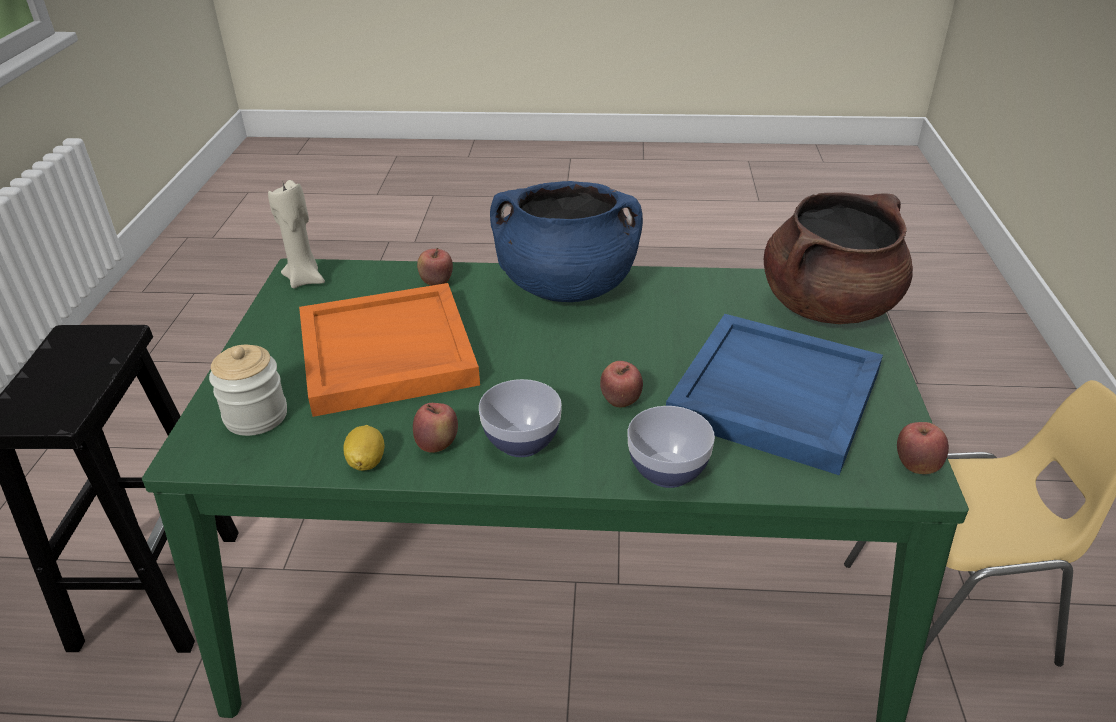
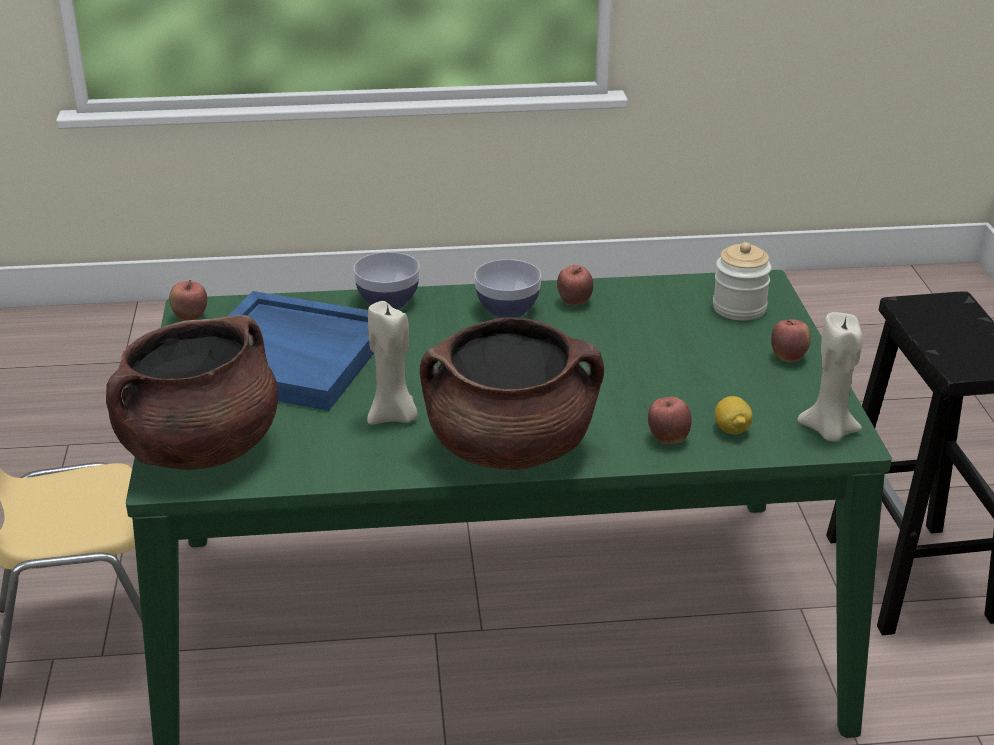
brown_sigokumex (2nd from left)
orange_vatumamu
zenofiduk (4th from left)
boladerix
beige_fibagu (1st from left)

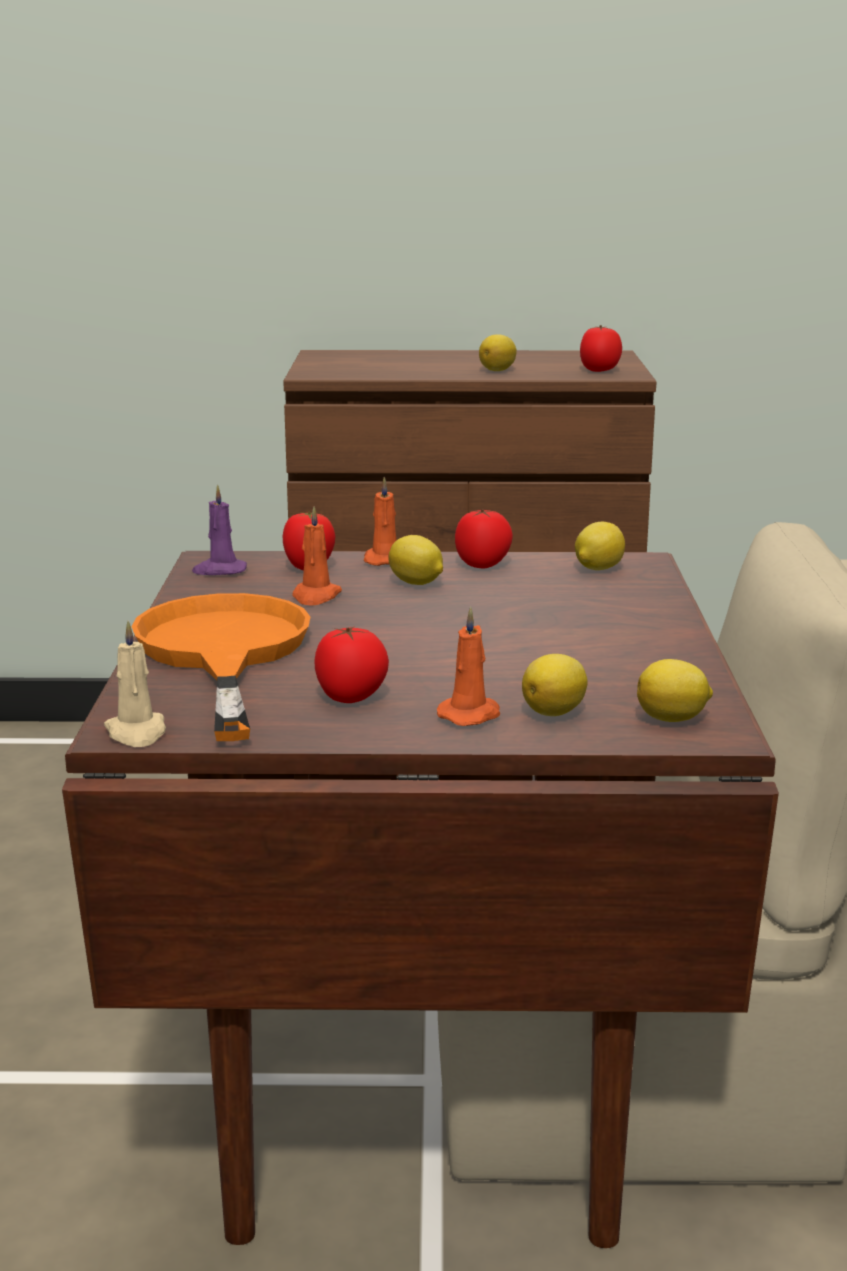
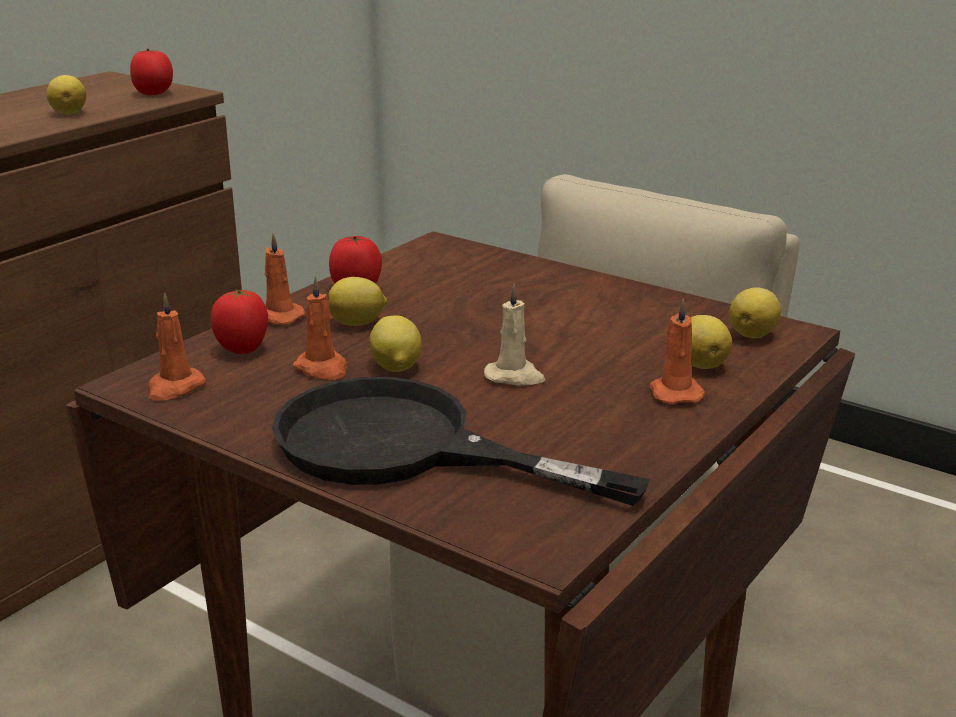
orange_fibagu (1st from left)
boladerix (3rd from left)
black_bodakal
beige_fibagu
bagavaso (2nd from left in the first image)

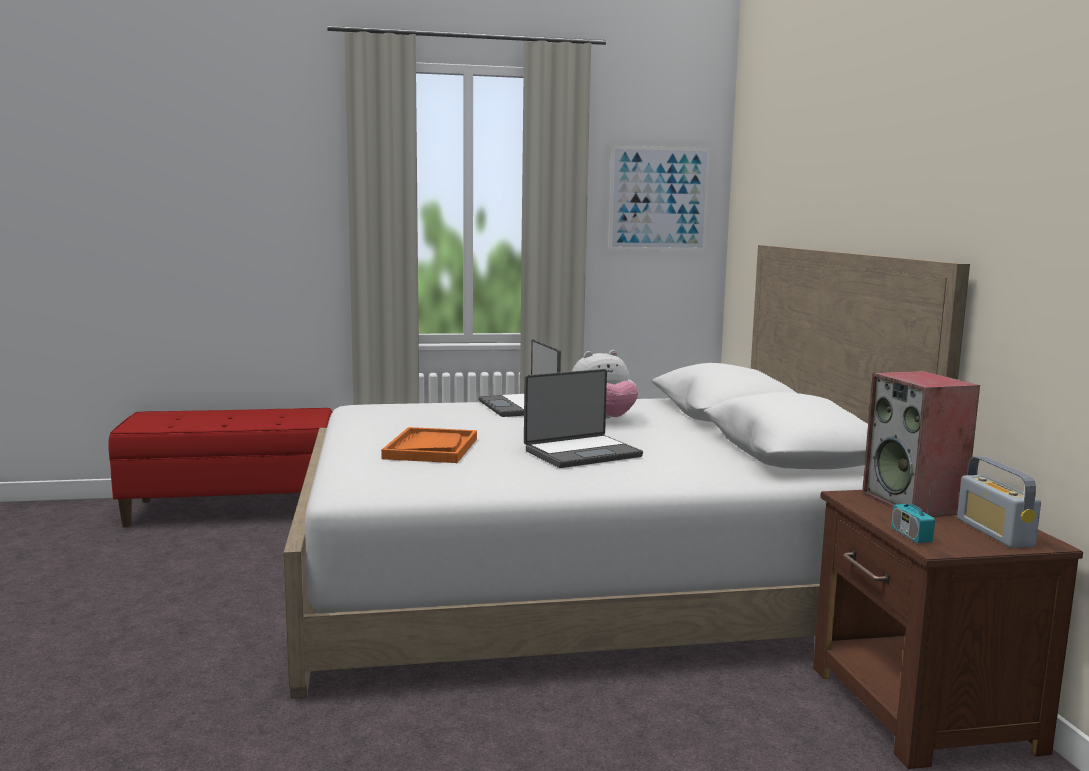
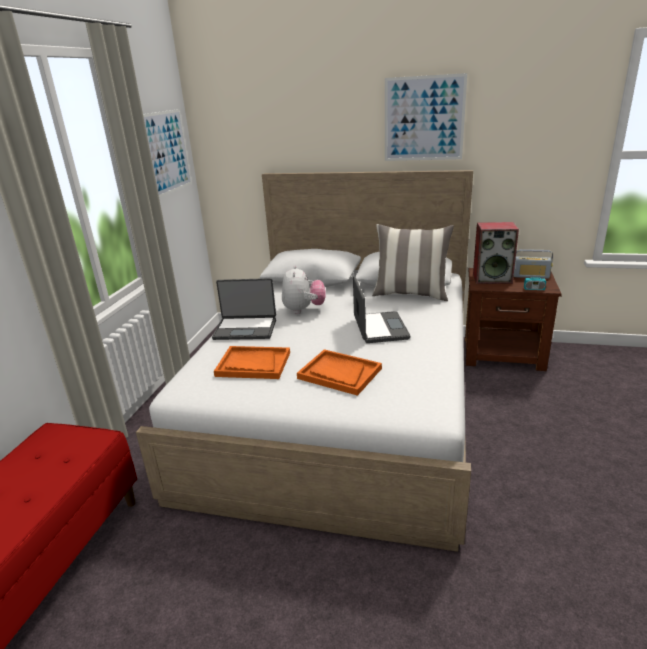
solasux (2nd from left)
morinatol
orange_vatumamu (1st from left)

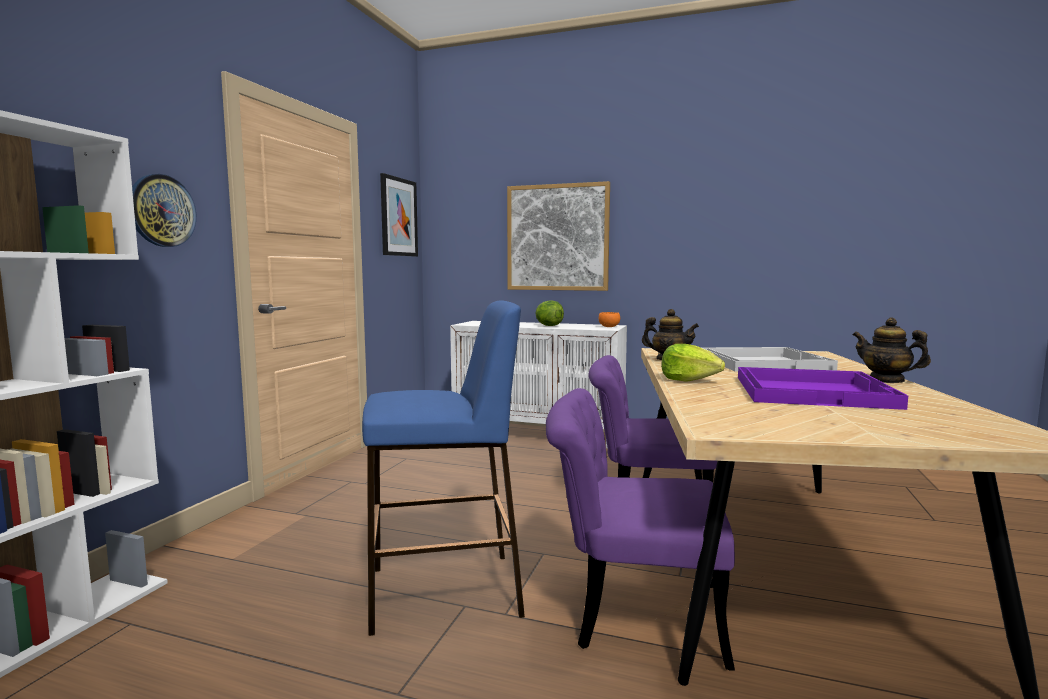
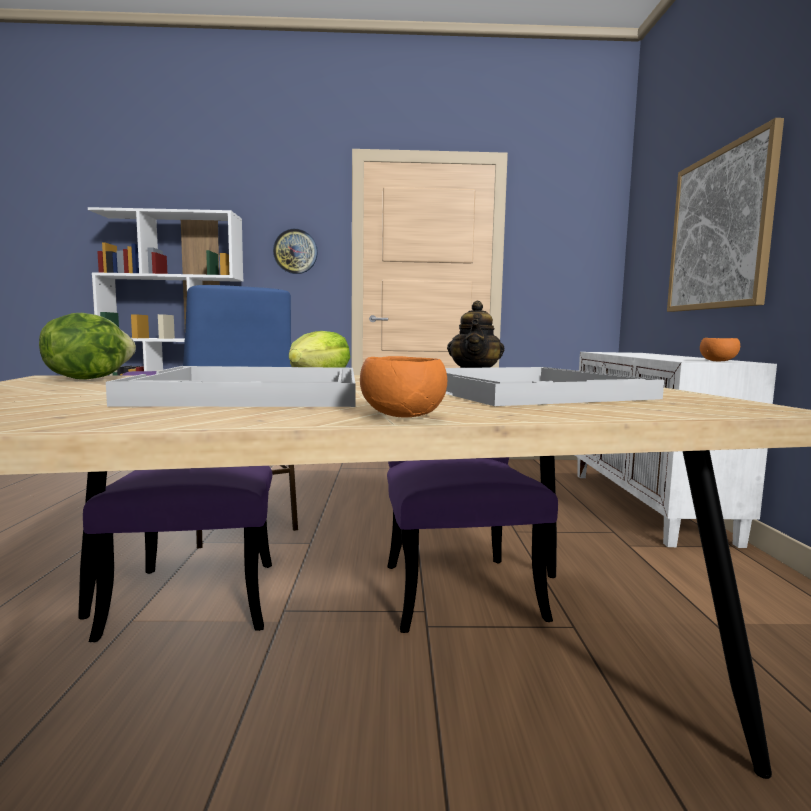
solasux (1st from left in the first image)
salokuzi (1st from left)
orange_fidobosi (1st from left)
white_vatumamu (1st from left)

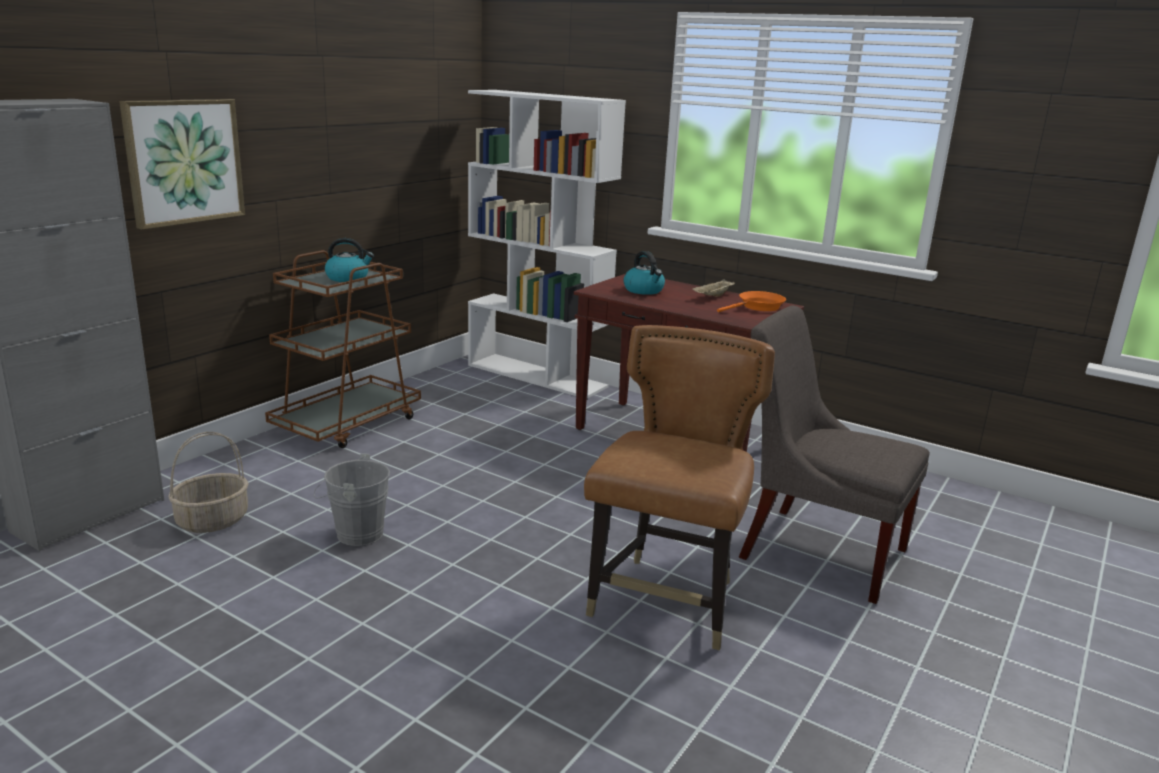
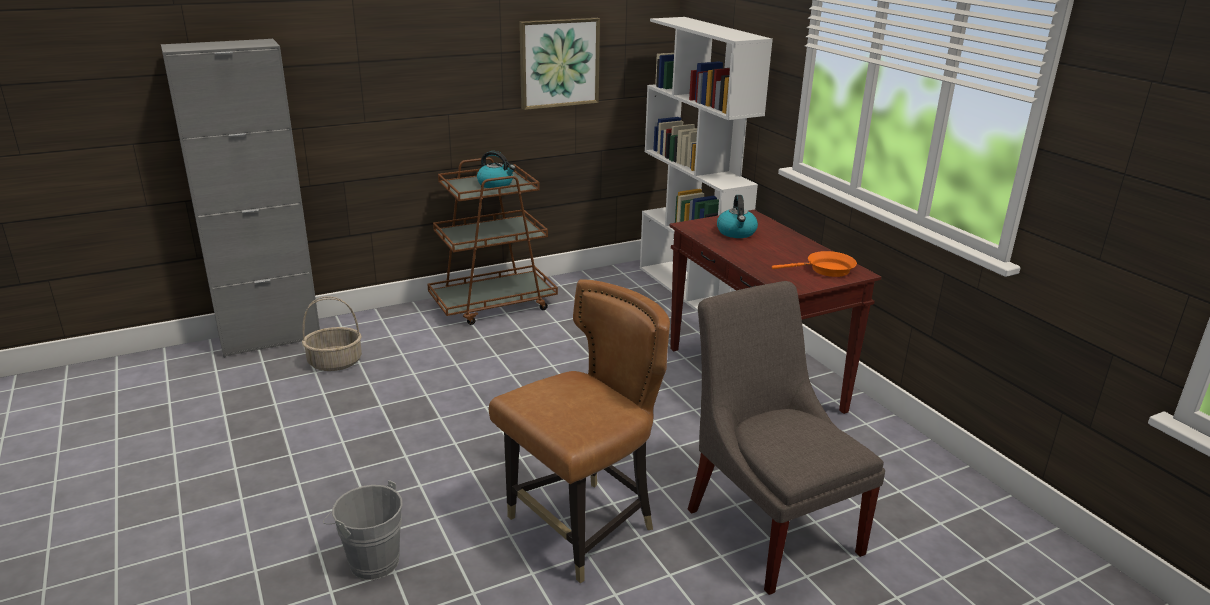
solasux
beige_vatumamu
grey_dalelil

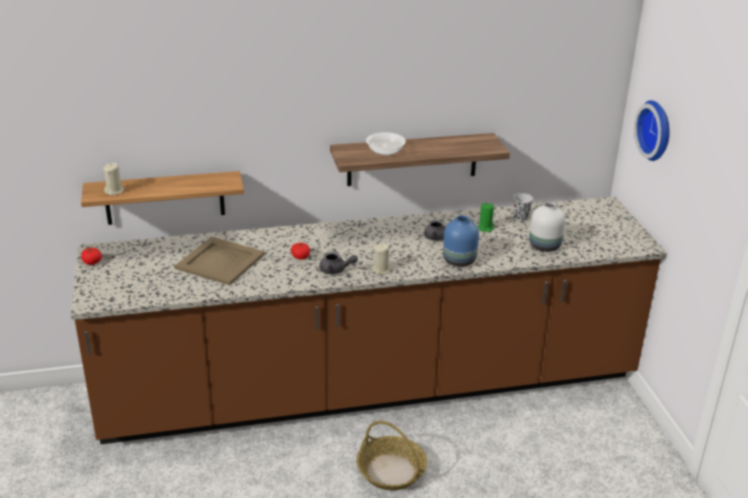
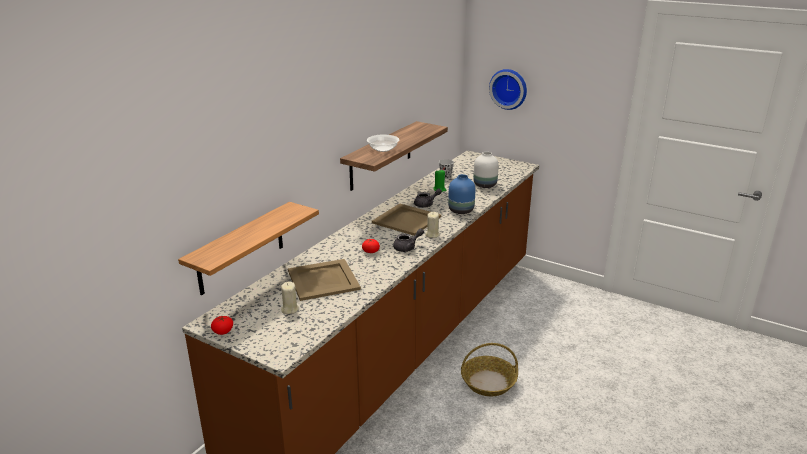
beige_fibagu (1st from left)
beige_vatumamu (2nd from left)

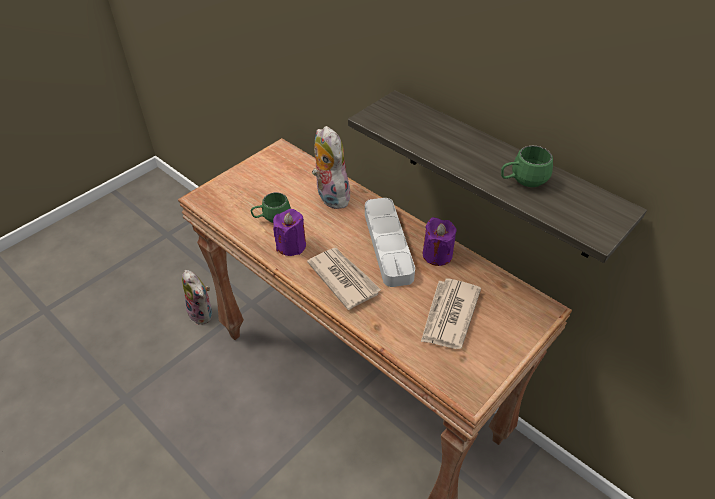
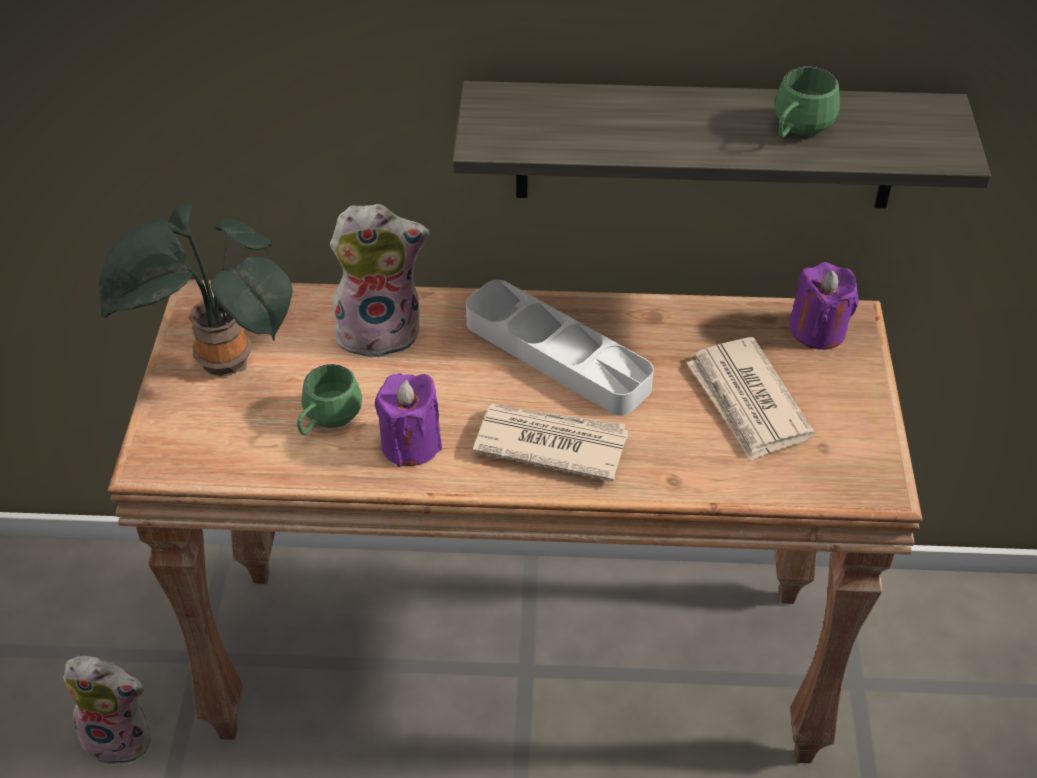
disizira (2nd from left)
purple_fibagu (2nd from left)
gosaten

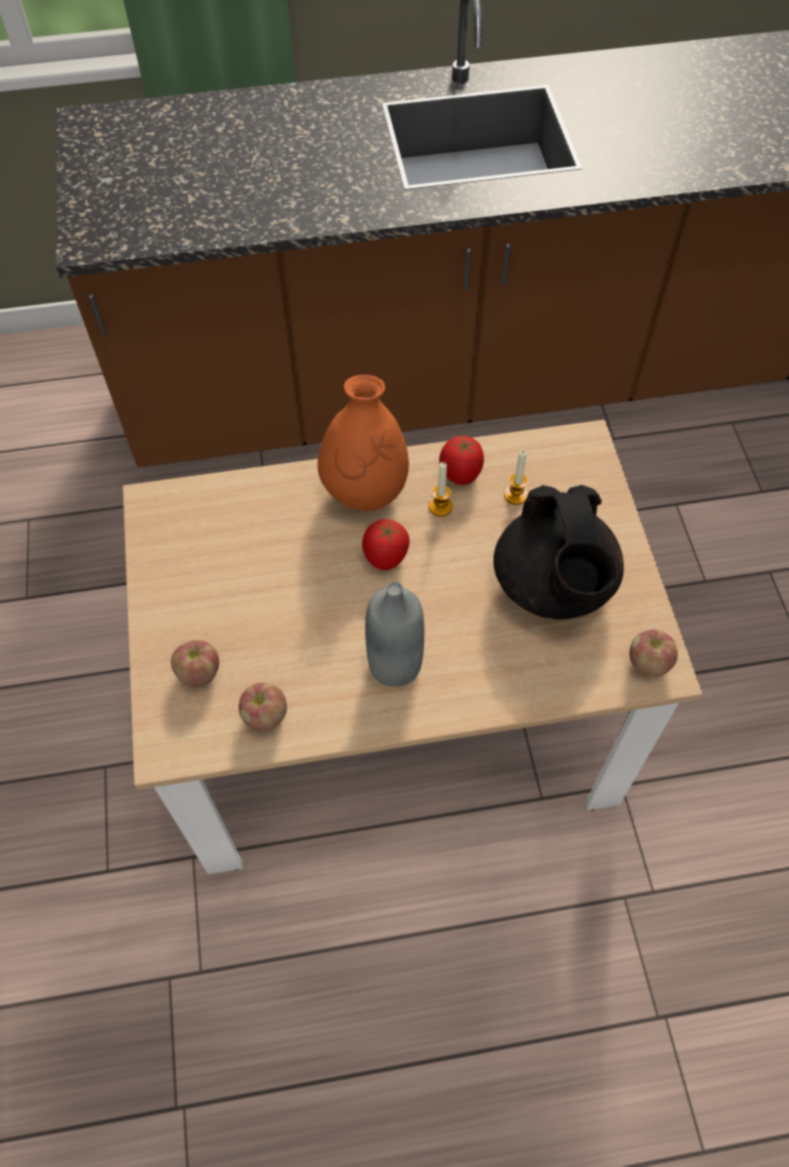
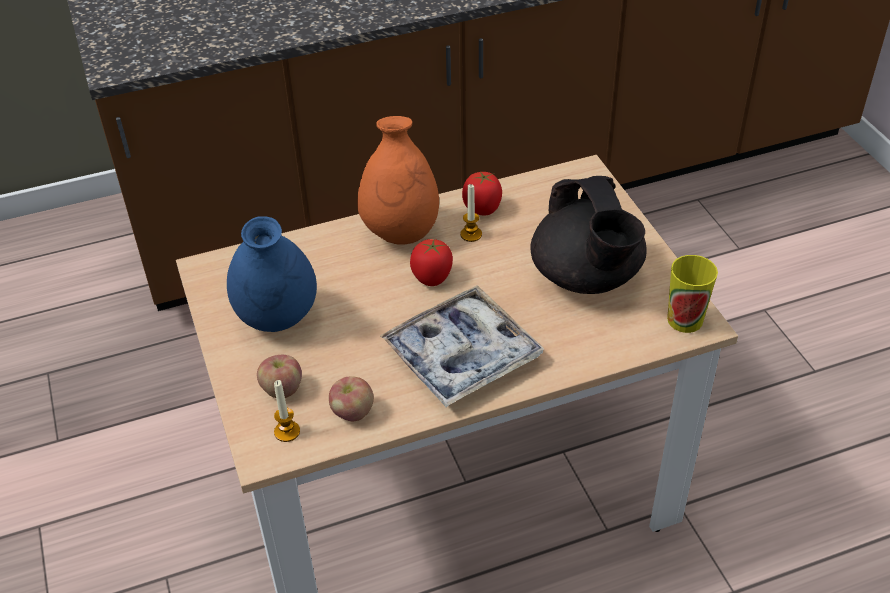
fibagu (1st from left)
vatumamu
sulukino
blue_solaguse

